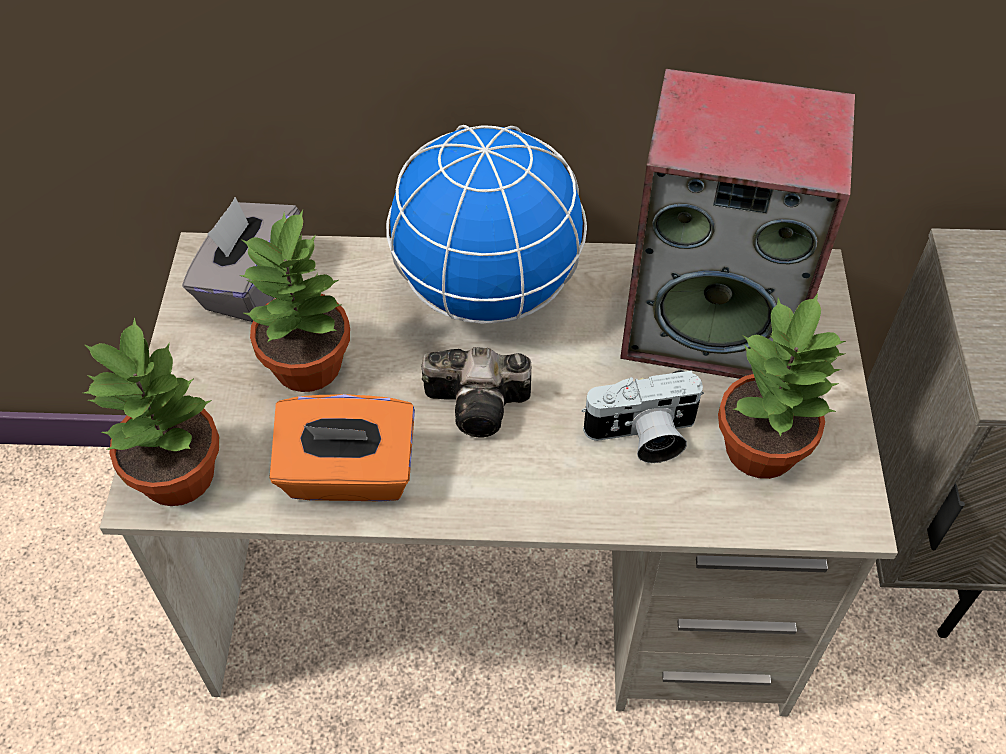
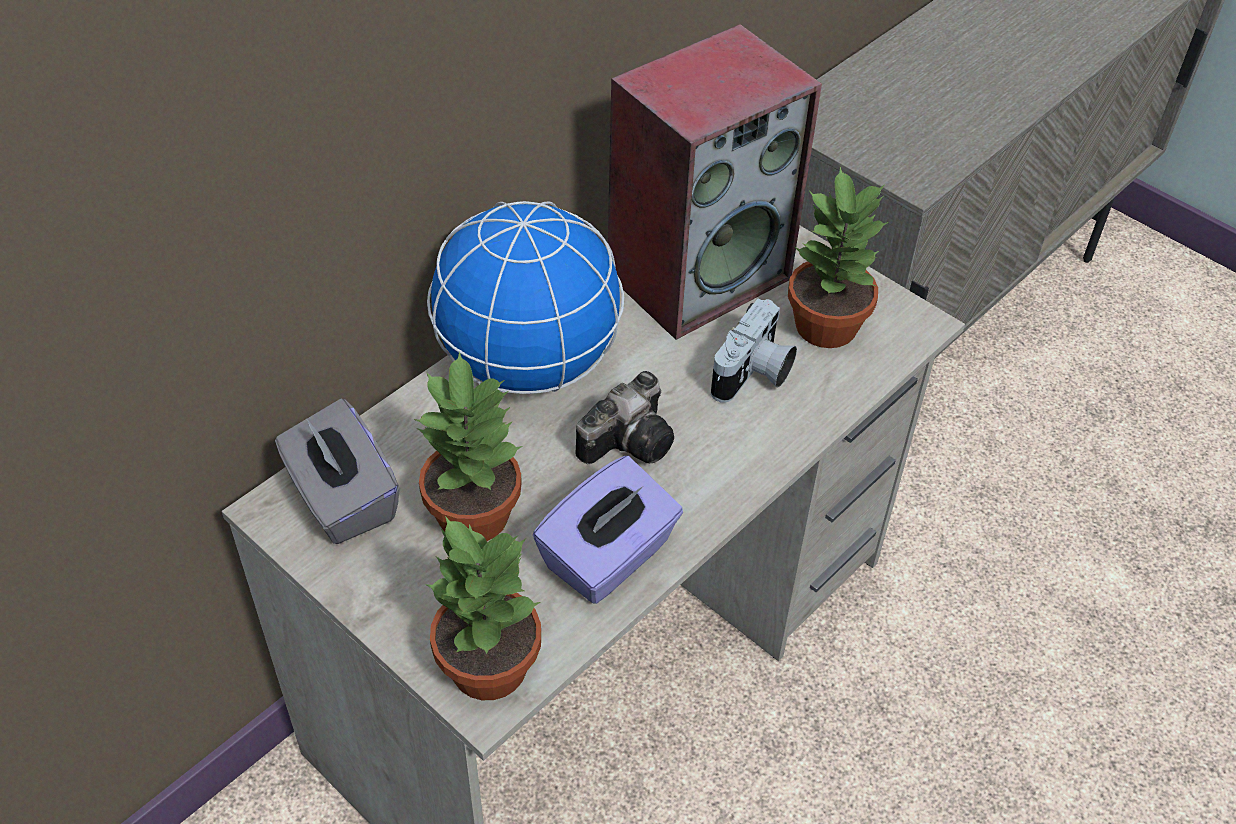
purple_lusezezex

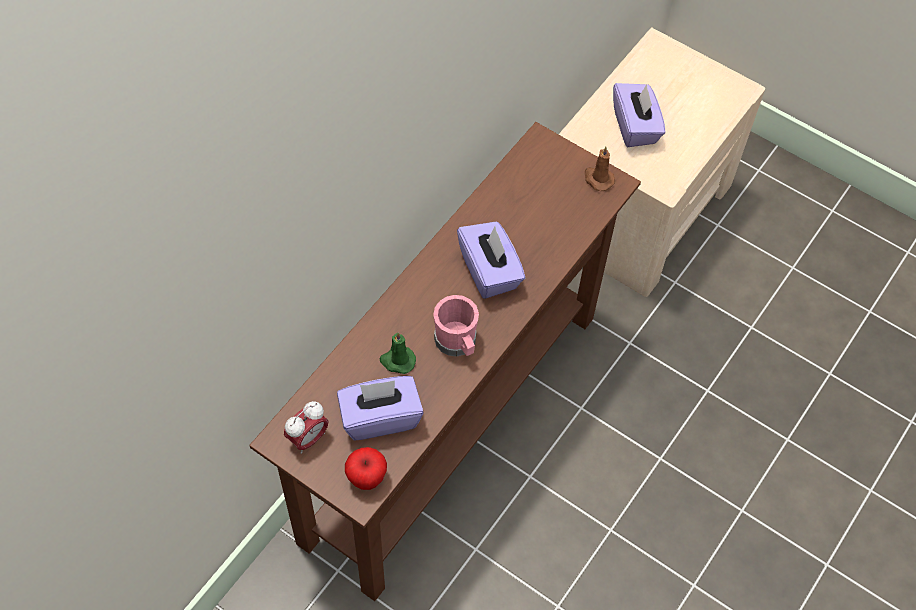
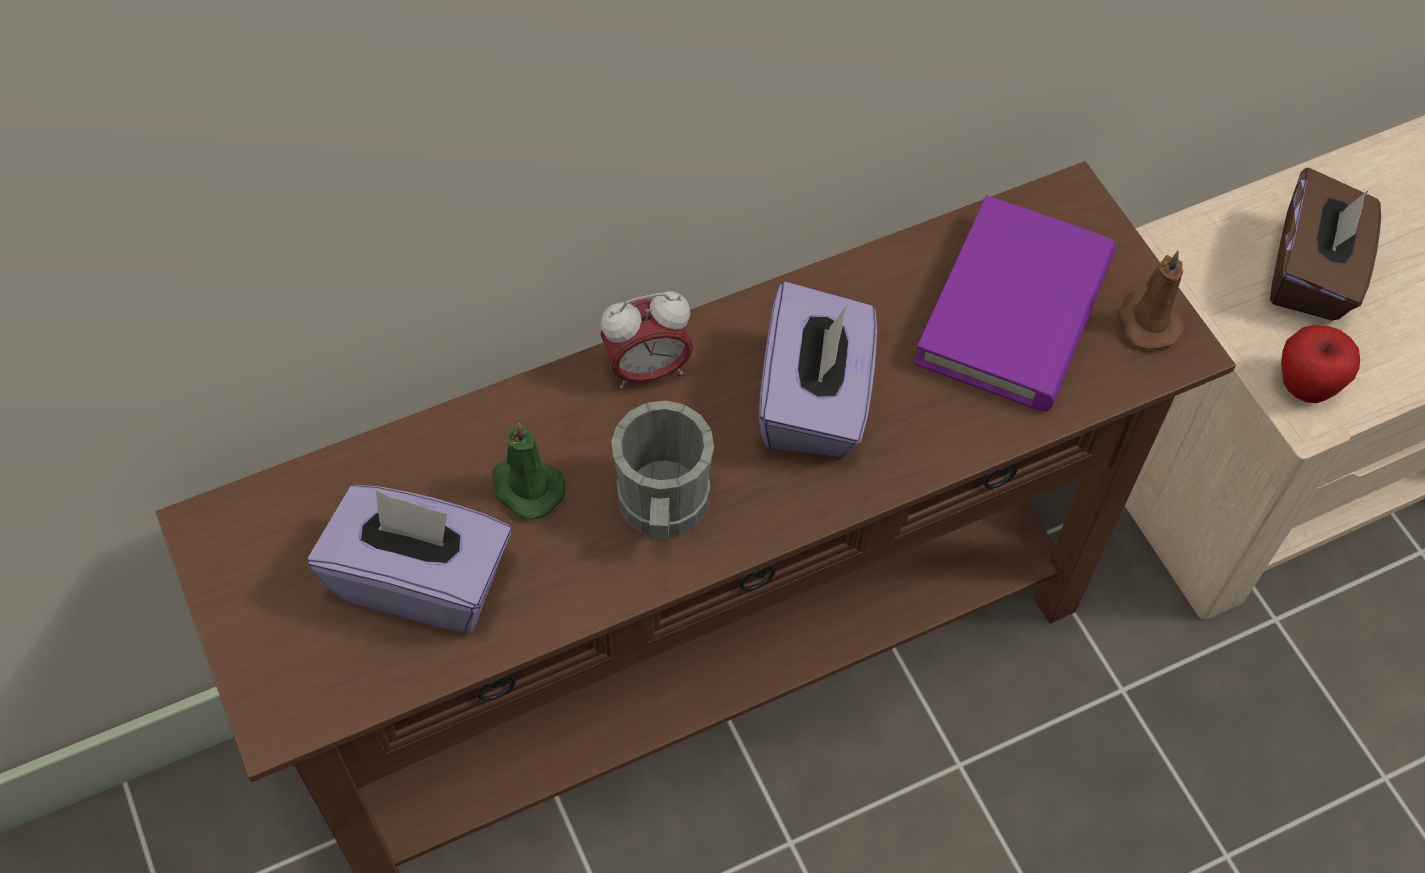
brown_lusezezex
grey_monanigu
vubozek
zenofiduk
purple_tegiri

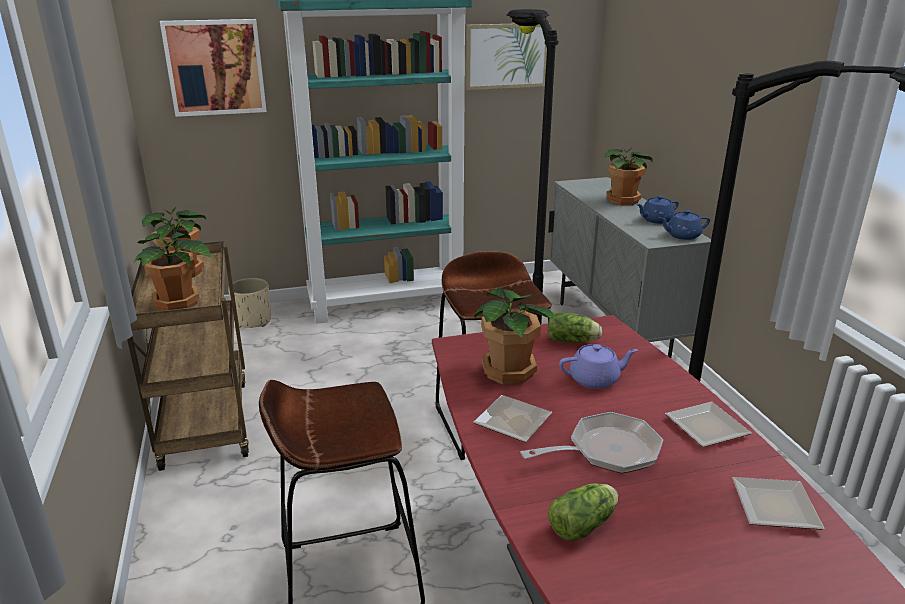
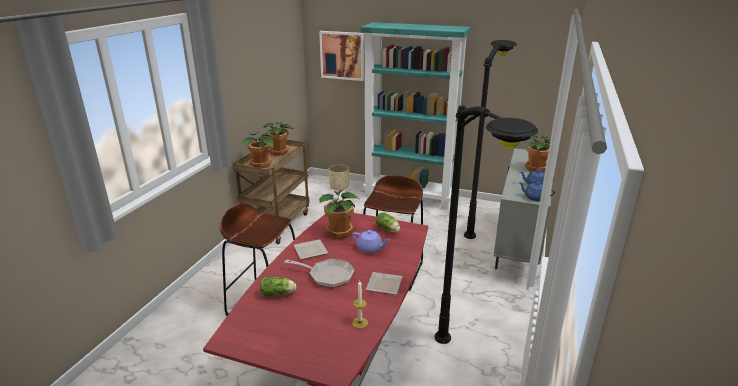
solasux (2nd from left in the first image)
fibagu

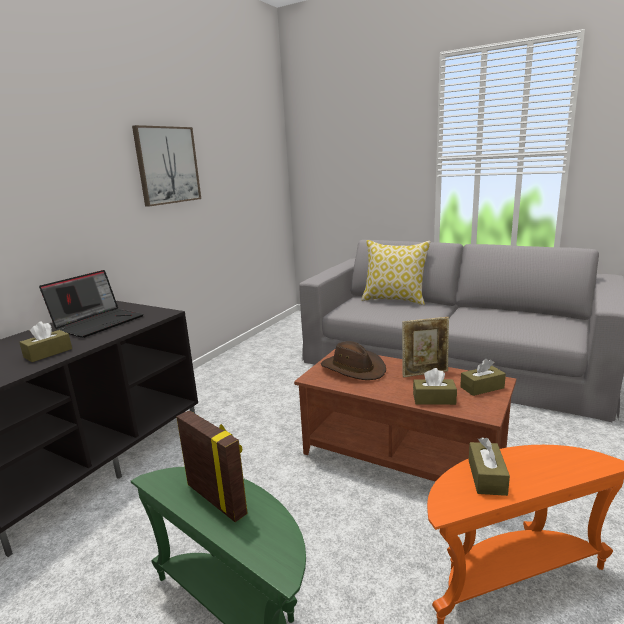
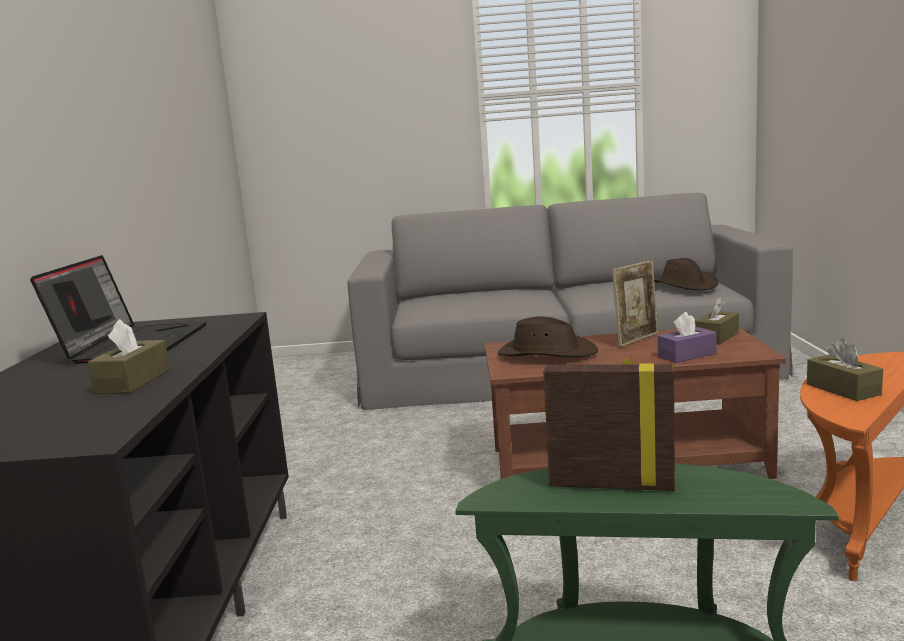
solasux
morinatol
purple_lusezezex
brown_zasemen (2nd from left)

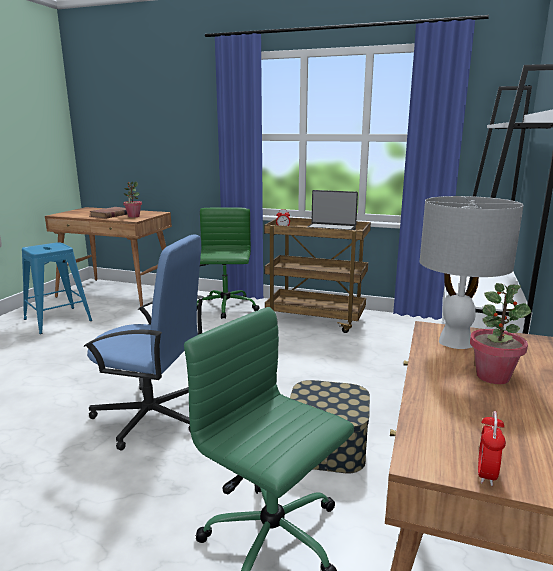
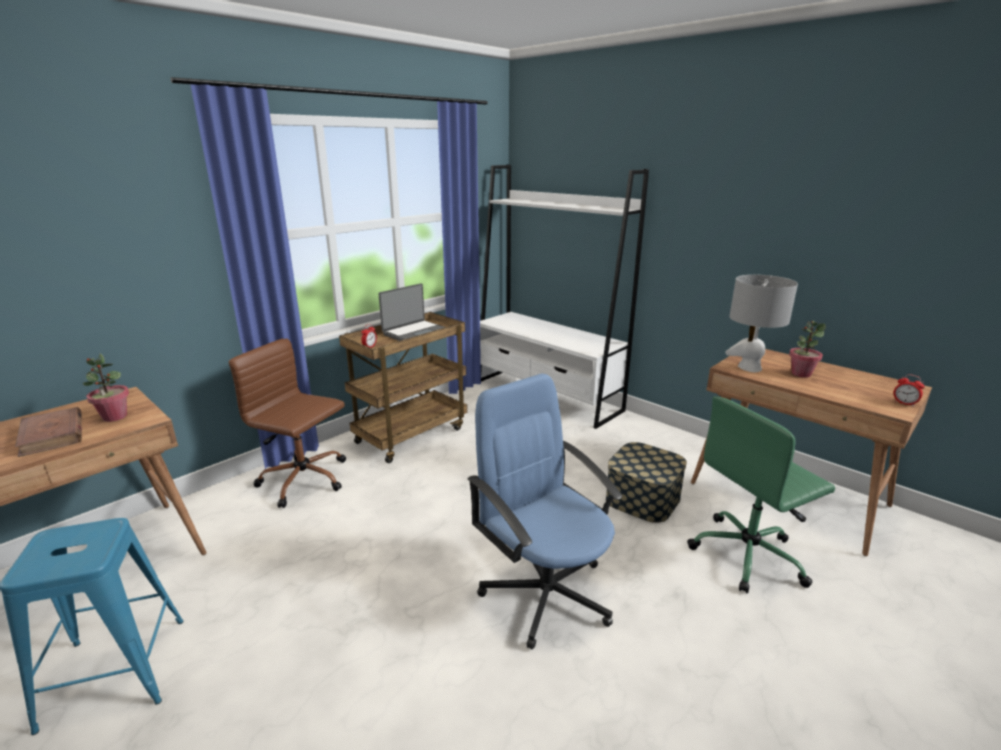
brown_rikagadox
blue_rikagadox

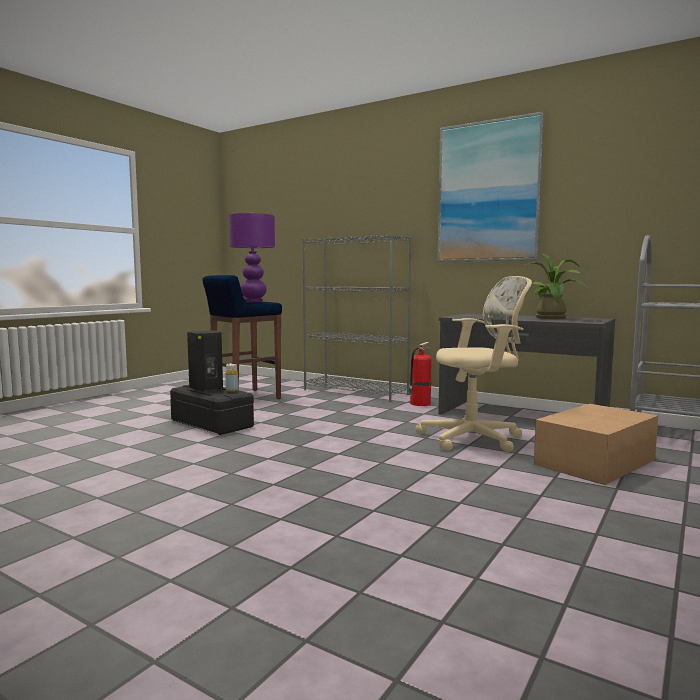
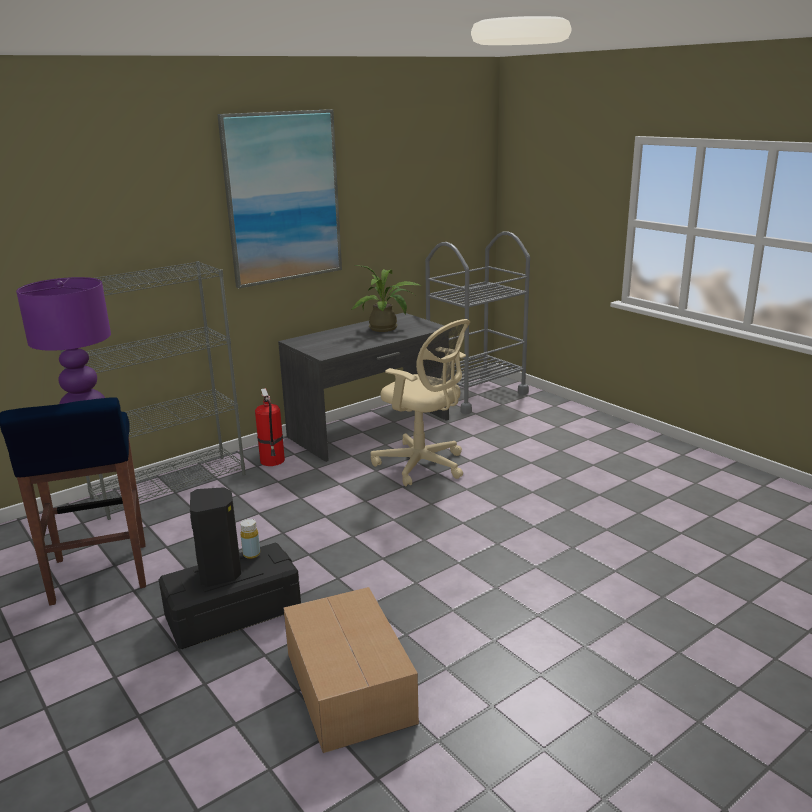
beige_rikagadox
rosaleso

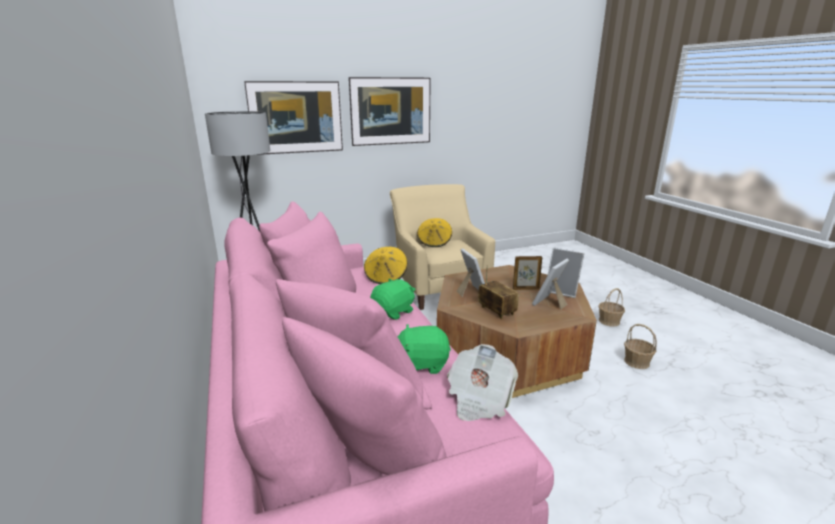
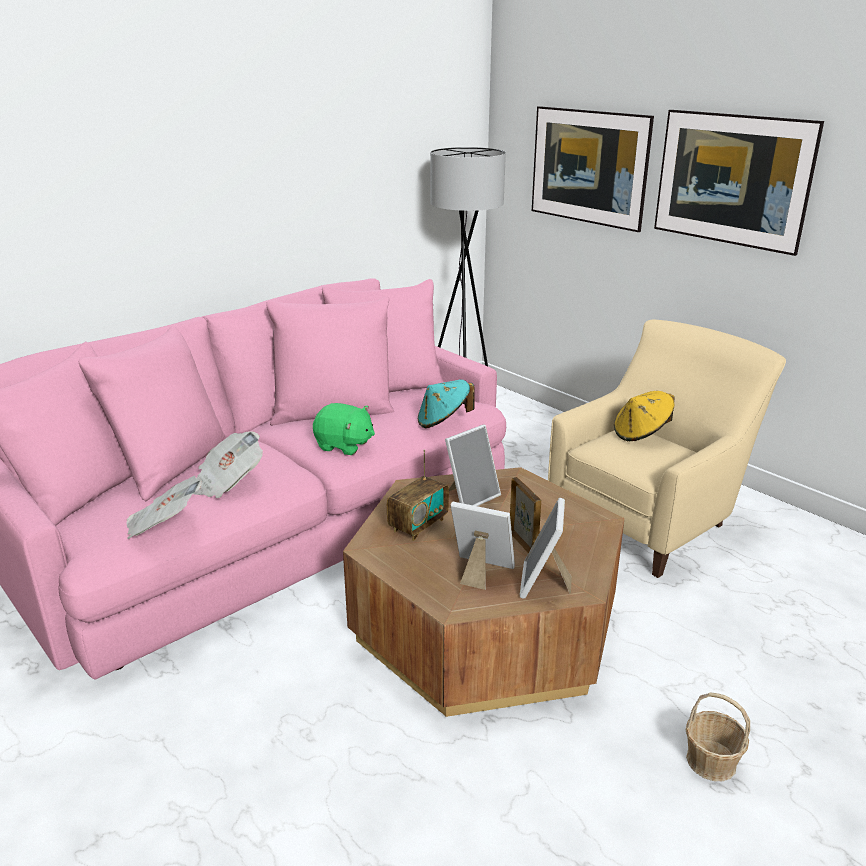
turquoise_zasemen
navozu (2nd from left)
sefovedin (2nd from left in the first image)

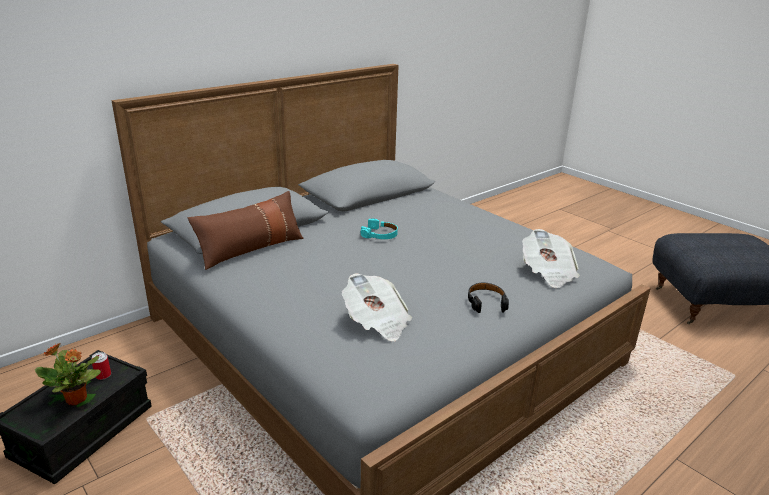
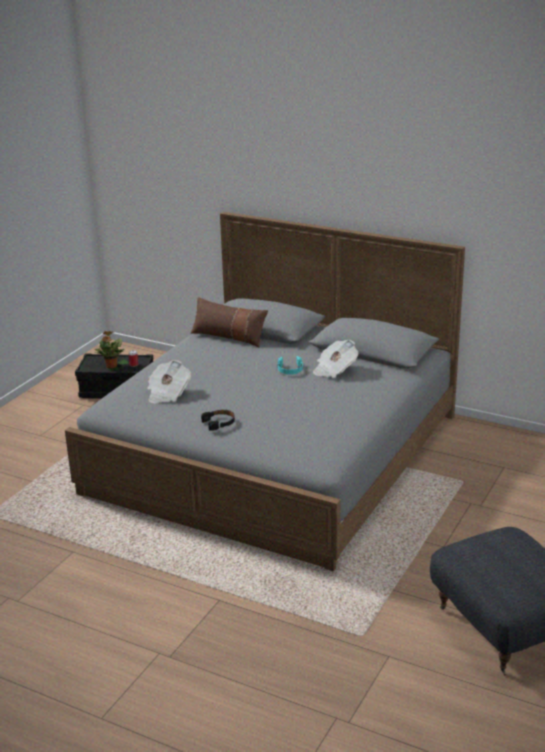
navozu (2nd from left)

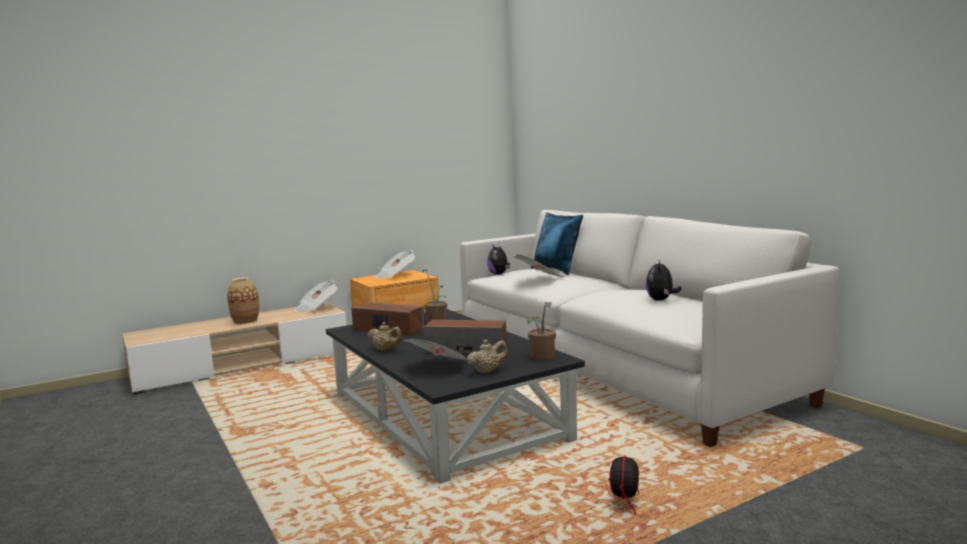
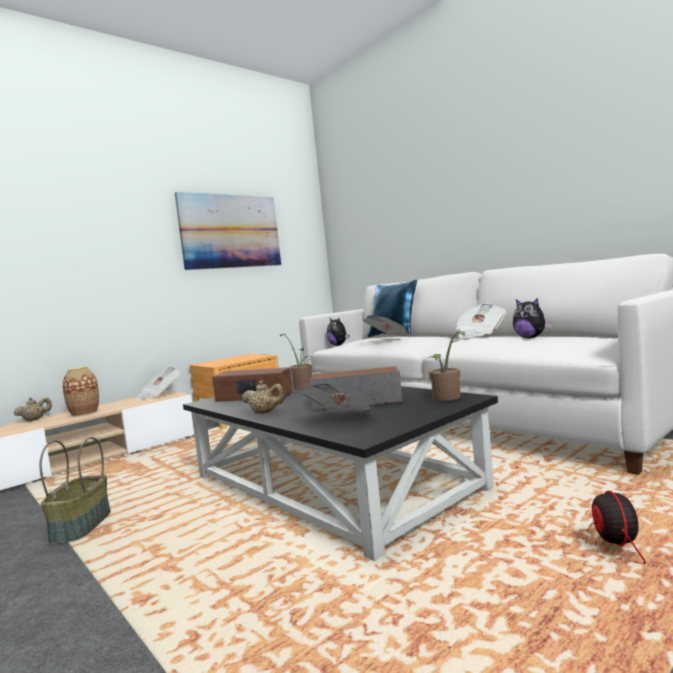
navozu (4th from left)
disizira (2nd from left)
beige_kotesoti (1st from left)
solasux
sefovedin

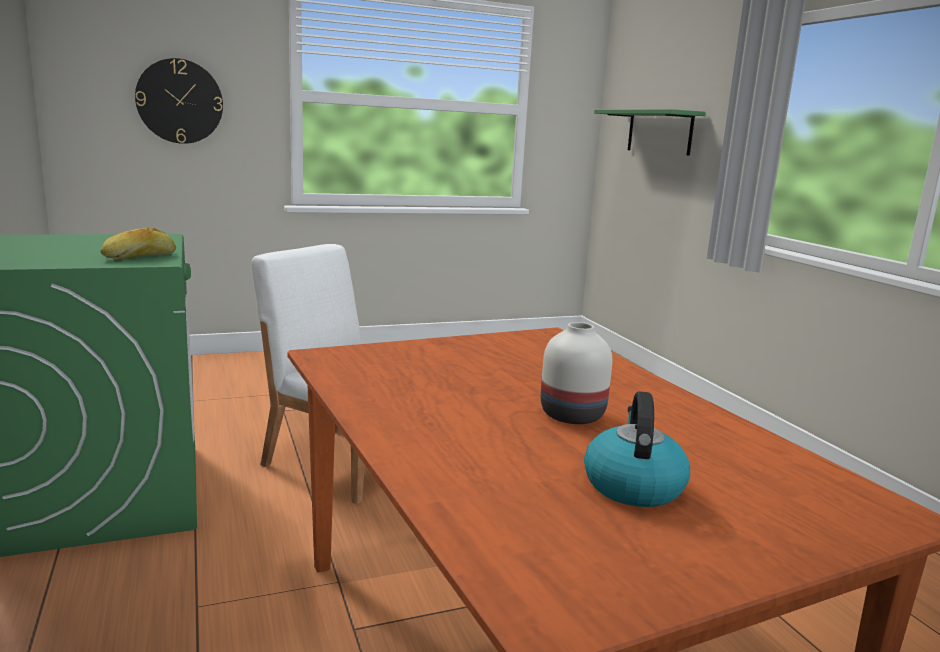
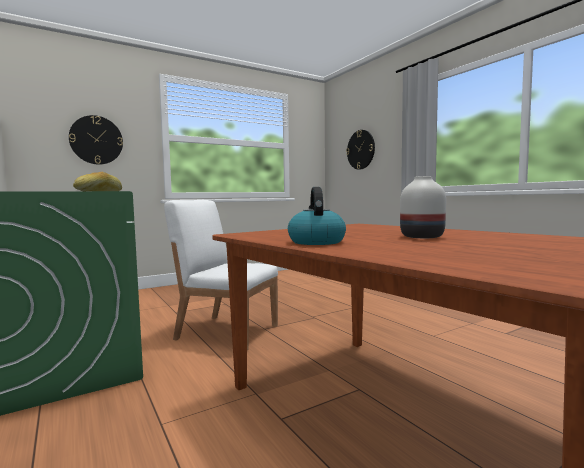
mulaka (2nd from left)
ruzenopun

